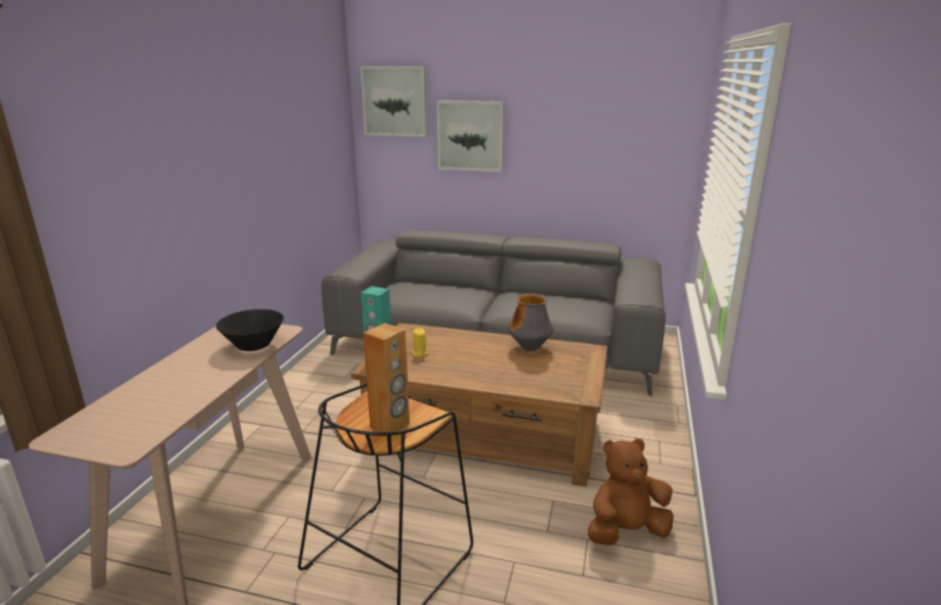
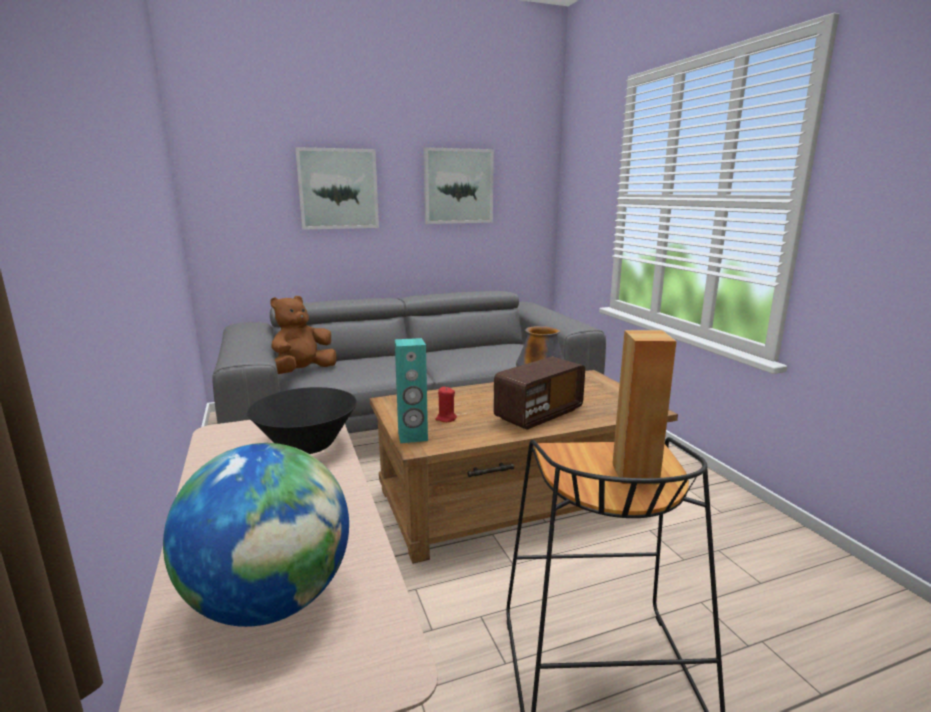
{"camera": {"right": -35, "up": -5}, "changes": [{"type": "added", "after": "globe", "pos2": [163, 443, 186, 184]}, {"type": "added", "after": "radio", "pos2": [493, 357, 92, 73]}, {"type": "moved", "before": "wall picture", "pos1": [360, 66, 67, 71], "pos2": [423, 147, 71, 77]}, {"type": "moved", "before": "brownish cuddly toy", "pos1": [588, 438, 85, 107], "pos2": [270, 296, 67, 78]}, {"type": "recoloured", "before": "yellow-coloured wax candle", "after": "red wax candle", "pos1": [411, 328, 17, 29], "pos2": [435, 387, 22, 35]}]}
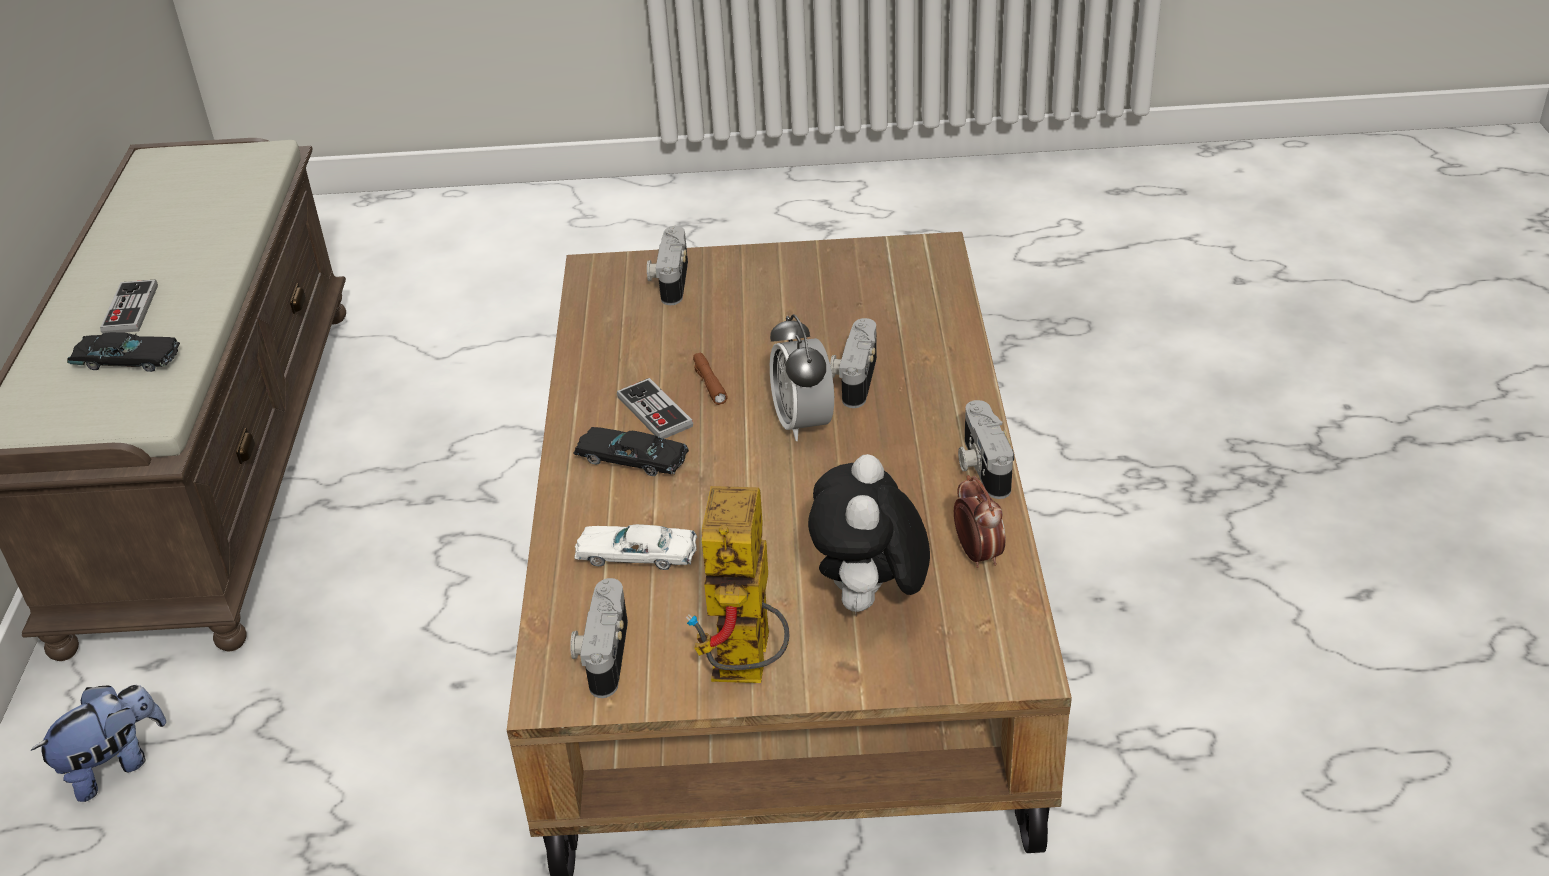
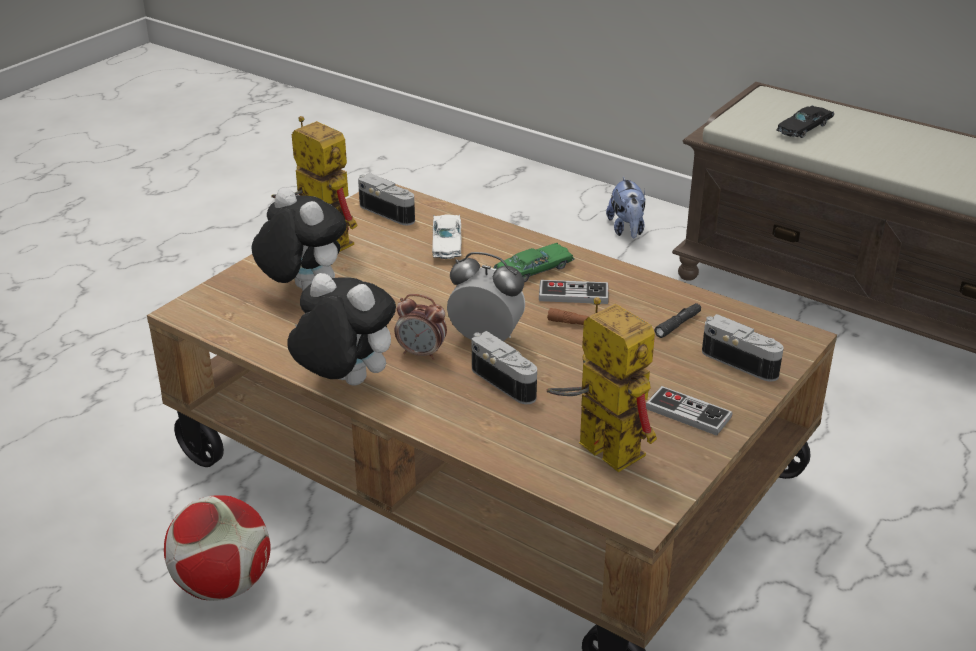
{"camera": {"right": 125, "up": -5}, "changes": [{"type": "added", "after": "football ball", "pos2": [164, 495, 107, 106]}, {"type": "added", "after": "toy robot", "pos2": [547, 297, 110, 175]}, {"type": "added", "after": "black flashlight", "pos2": [654, 303, 47, 35]}, {"type": "moved", "before": "game controller", "pos1": [100, 279, 58, 55], "pos2": [646, 386, 87, 50]}, {"type": "moved", "before": "table clock", "pos1": [954, 475, 52, 93], "pos2": [395, 294, 52, 66]}, {"type": "replaced", "before": "photo camera", "after": "cuddly toy", "pos1": [958, 400, 56, 99], "pos2": [287, 273, 109, 113]}, {"type": "recoloured", "before": "black model car", "after": "greenish model car", "pos1": [573, 427, 116, 49], "pos2": [493, 243, 82, 39]}, {"type": "turned", "before": "whitish model car", "pos1": [574, 524, 123, 46], "pos2": [432, 214, 30, 45], "turn": 135}]}
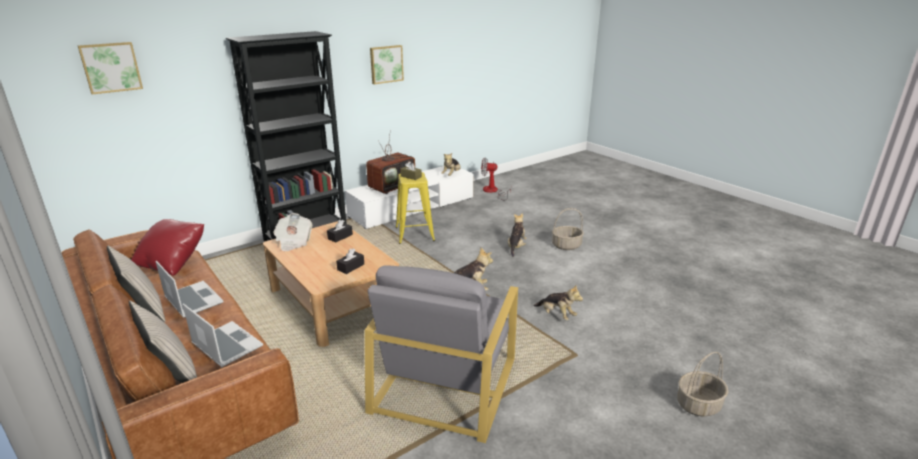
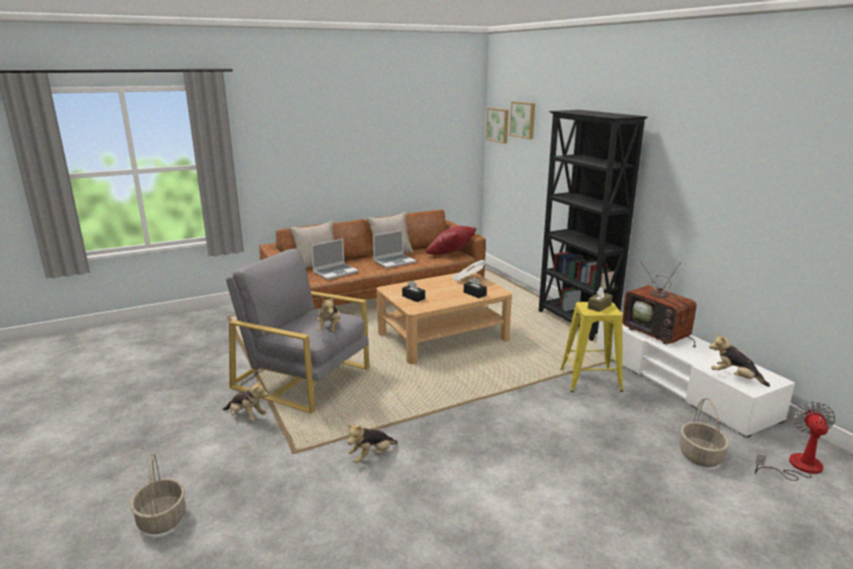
{"camera": {"right": 100, "up": -5}, "changes": [{"type": "moved", "before": "wall picture", "pos1": [370, 45, 34, 39], "pos2": [486, 108, 23, 35]}, {"type": "moved", "before": "cuddly toy", "pos1": [508, 213, 19, 44], "pos2": [222, 379, 46, 42]}, {"type": "moved", "before": "household basket", "pos1": [552, 208, 32, 42], "pos2": [680, 398, 49, 69]}]}
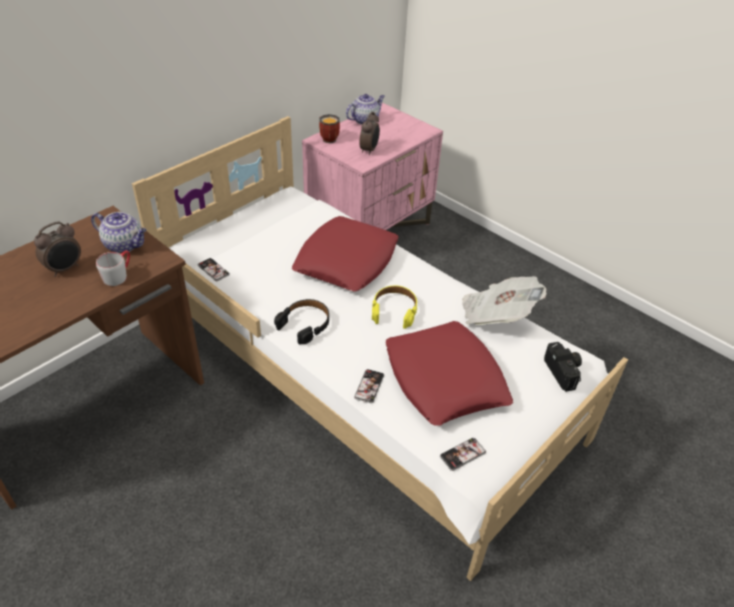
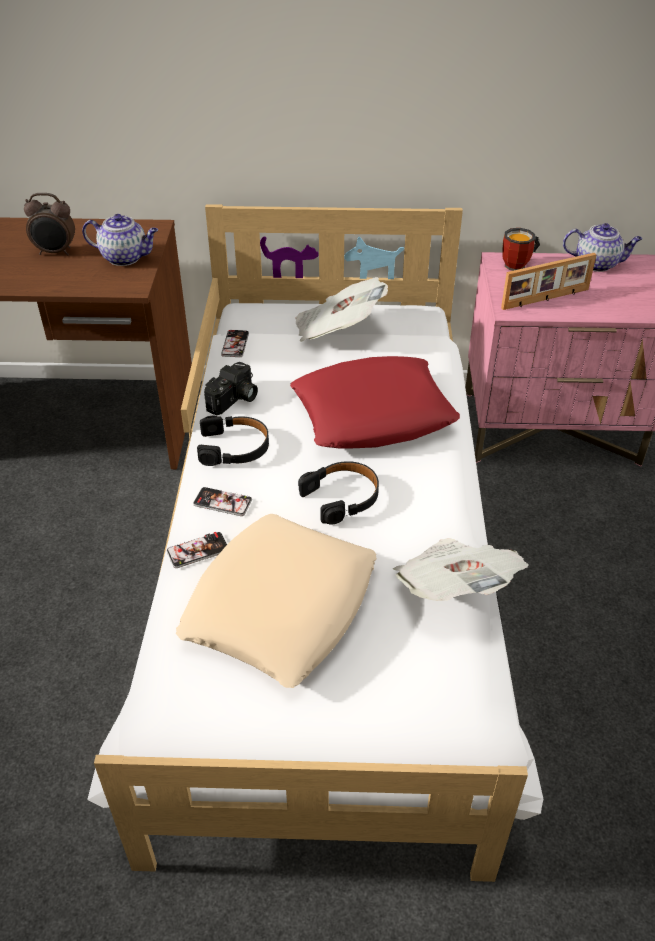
{"camera": {"right": 50, "up": 0}, "changes": [{"type": "removed", "before": "grey mug", "pos1": [96, 251, 34, 35]}, {"type": "added", "after": "daily paper", "pos2": [295, 277, 93, 65]}, {"type": "moved", "before": "phone", "pos1": [440, 438, 46, 33], "pos2": [193, 487, 59, 29]}, {"type": "moved", "before": "photo camera", "pos1": [544, 342, 38, 50], "pos2": [204, 362, 54, 54]}, {"type": "replaced", "before": "table clock", "after": "photo frame", "pos1": [359, 112, 21, 43], "pos2": [501, 253, 96, 57]}, {"type": "recoloured", "before": "yellow-coloured headset", "after": "black headset", "pos1": [372, 285, 46, 44], "pos2": [298, 461, 81, 64]}, {"type": "recoloured", "before": "red cushion", "after": "beige-coloured cushion", "pos1": [386, 321, 127, 105], "pos2": [176, 514, 201, 174]}, {"type": "turned", "before": "tea pot", "pos1": [91, 212, 56, 41], "pos2": [82, 214, 76, 52], "turn": -60}]}
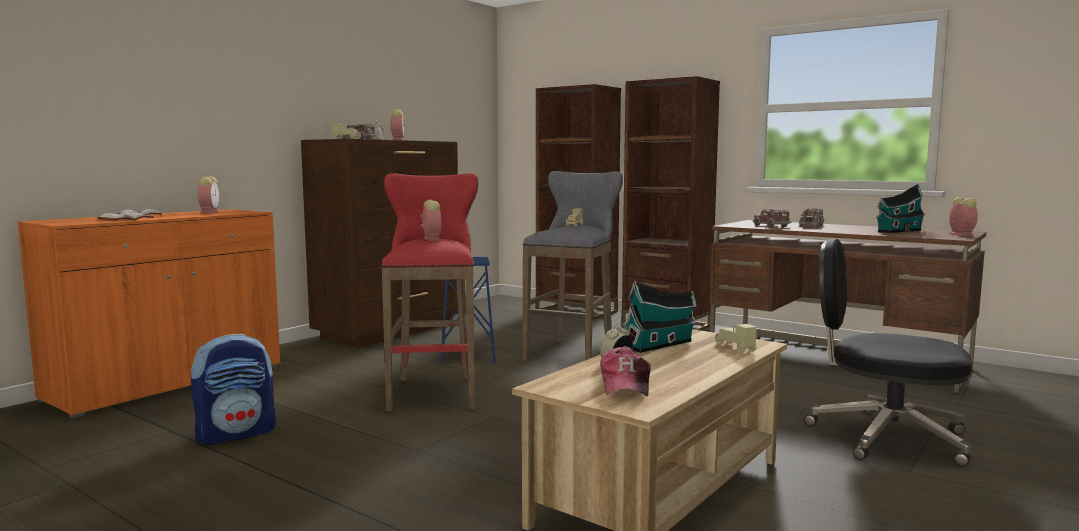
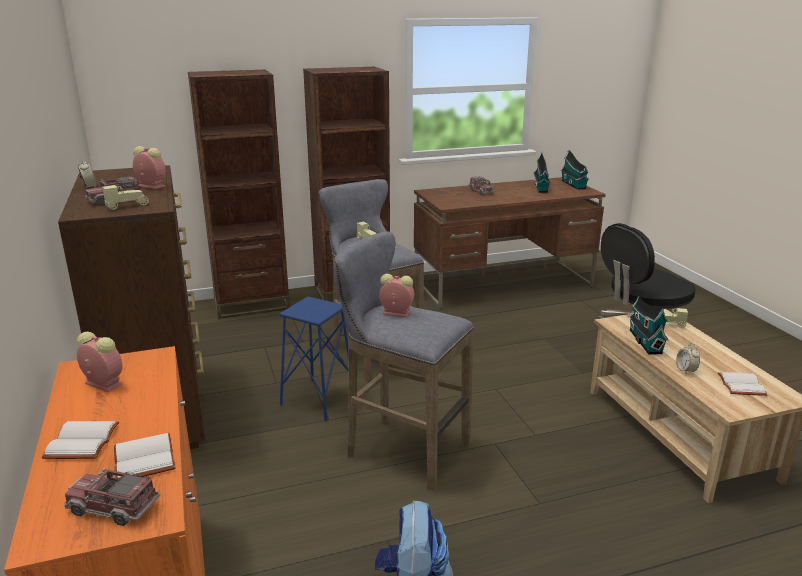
{"camera": {"right": -55, "up": 15}, "changes": [{"type": "moved", "before": "toy truck", "pos1": [753, 209, 38, 18], "pos2": [64, 468, 96, 58]}, {"type": "replaced", "before": "peaked cap", "after": "whitish bound book", "pos1": [600, 346, 51, 50], "pos2": [718, 372, 49, 24]}, {"type": "replaced", "before": "table clock", "after": "model house", "pos1": [949, 197, 29, 39], "pos2": [561, 149, 28, 41]}, {"type": "recoloured", "before": "red stool", "after": "grey stool", "pos1": [381, 173, 97, 239], "pos2": [333, 231, 141, 260]}]}
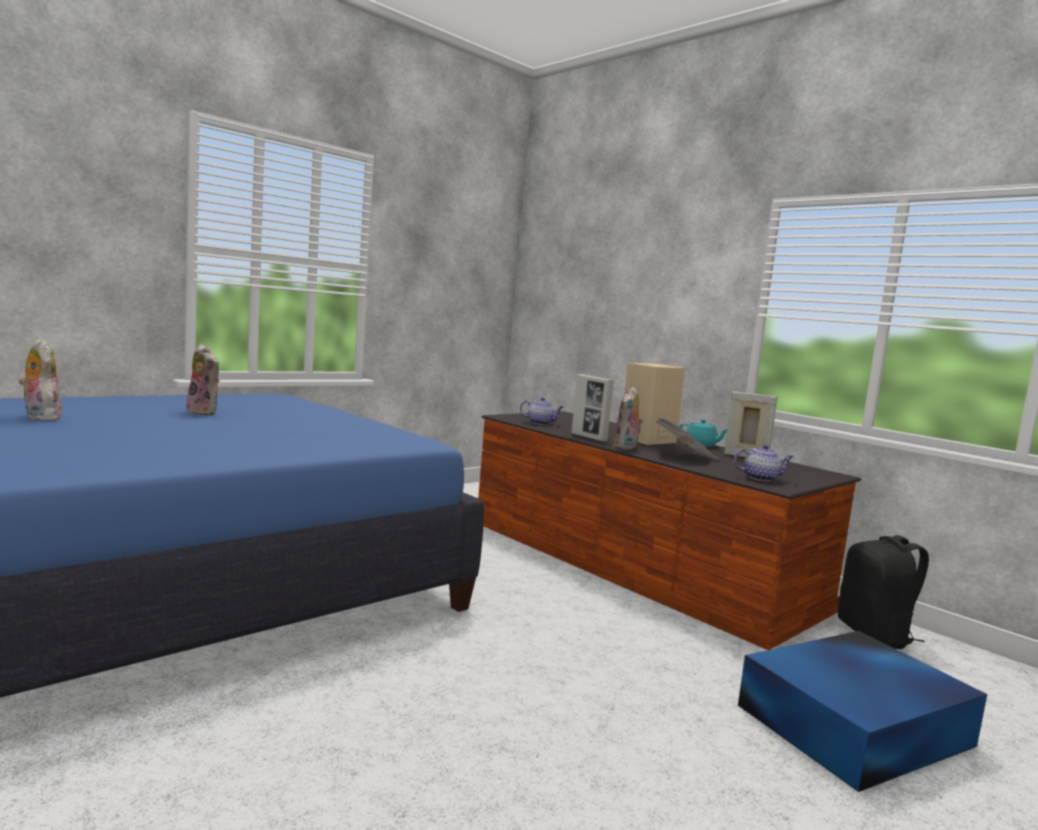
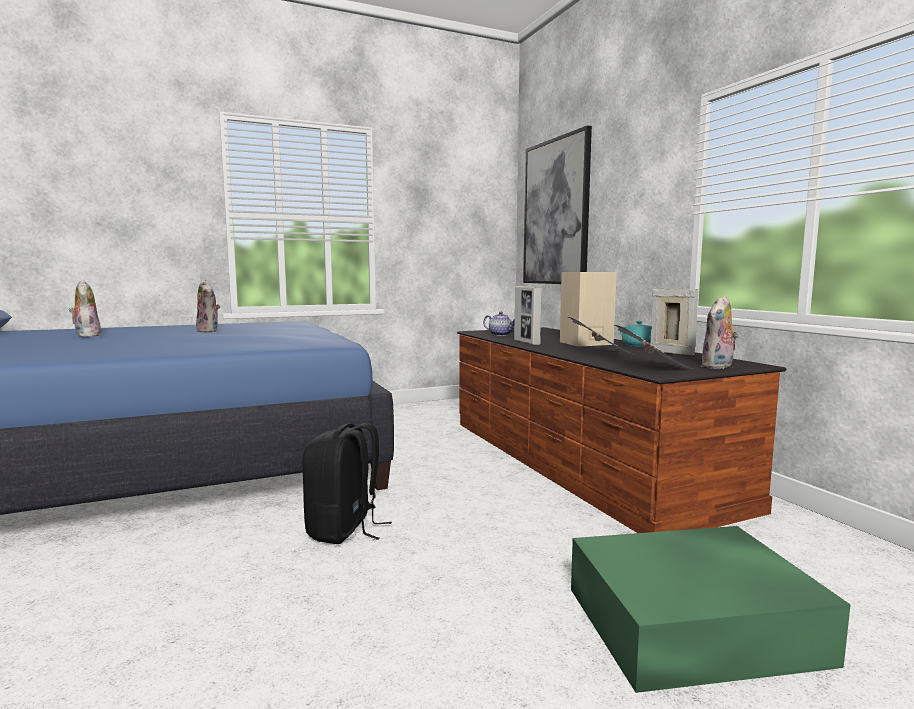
{"camera": {"right": 20, "up": 0}, "changes": [{"type": "added", "after": "wall picture", "pos2": [523, 125, 69, 159]}, {"type": "moved", "before": "cuddly toy", "pos1": [613, 387, 30, 63], "pos2": [701, 296, 37, 73]}, {"type": "moved", "before": "black knapsack", "pos1": [838, 535, 91, 114], "pos2": [302, 423, 90, 121]}, {"type": "replaced", "before": "tea pot", "after": "daily paper", "pos1": [734, 444, 60, 37], "pos2": [613, 325, 81, 44]}, {"type": "recoloured", "before": "blue-coloured storage bin", "after": "greenish storage bin", "pos1": [738, 631, 249, 161], "pos2": [571, 526, 280, 167]}]}
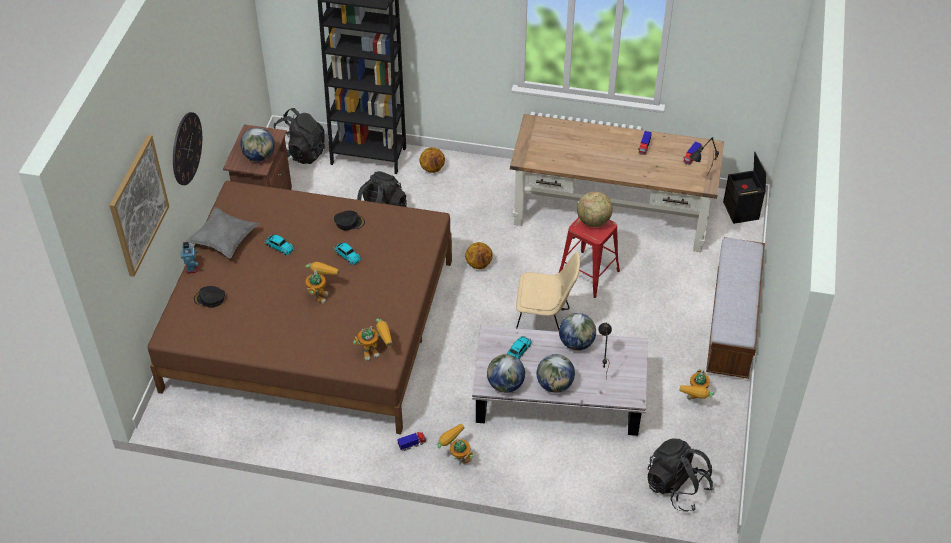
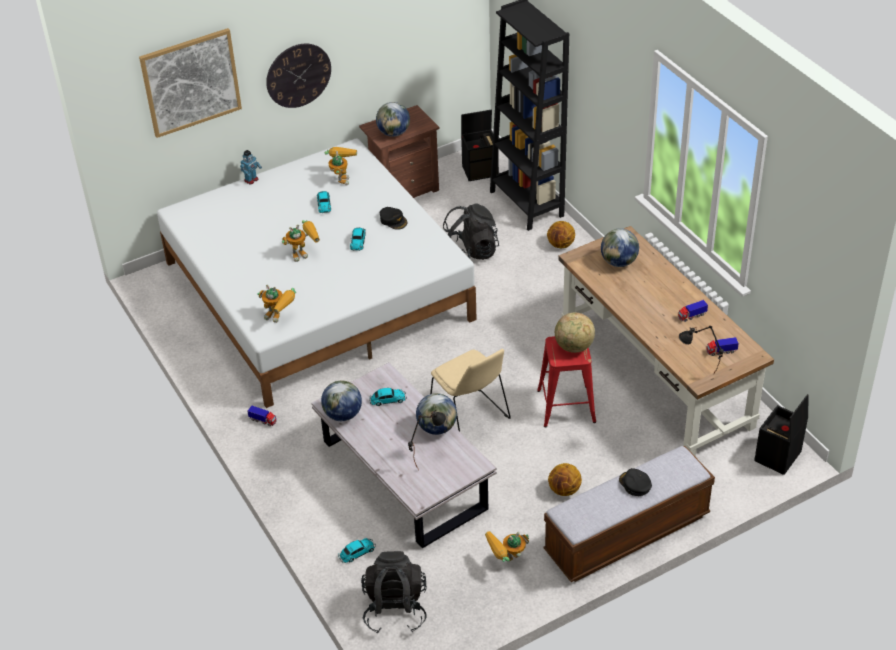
{"camera": {"right": 50, "up": -5}, "changes": [{"type": "removed", "before": "grey cushion", "pos1": [186, 207, 73, 51]}, {"type": "added", "after": "model car", "pos2": [338, 538, 38, 25]}, {"type": "moved", "before": "black peaked cap", "pos1": [194, 286, 31, 22], "pos2": [619, 468, 33, 28]}, {"type": "moved", "before": "toy robot", "pos1": [437, 424, 36, 40], "pos2": [325, 147, 32, 39]}, {"type": "moved", "before": "basketball ball", "pos1": [465, 242, 28, 27], "pos2": [548, 463, 34, 33]}, {"type": "moved", "before": "globe", "pos1": [537, 354, 38, 39], "pos2": [601, 229, 38, 38]}, {"type": "replaced", "before": "black knapsack", "after": "black storage bin", "pos1": [274, 108, 51, 56], "pos2": [461, 109, 38, 72]}, {"type": "recoloured", "before": "brownish sleeping bed", "after": "whitish sleeping bed", "pos1": [147, 181, 305, 253], "pos2": [157, 138, 320, 270]}]}
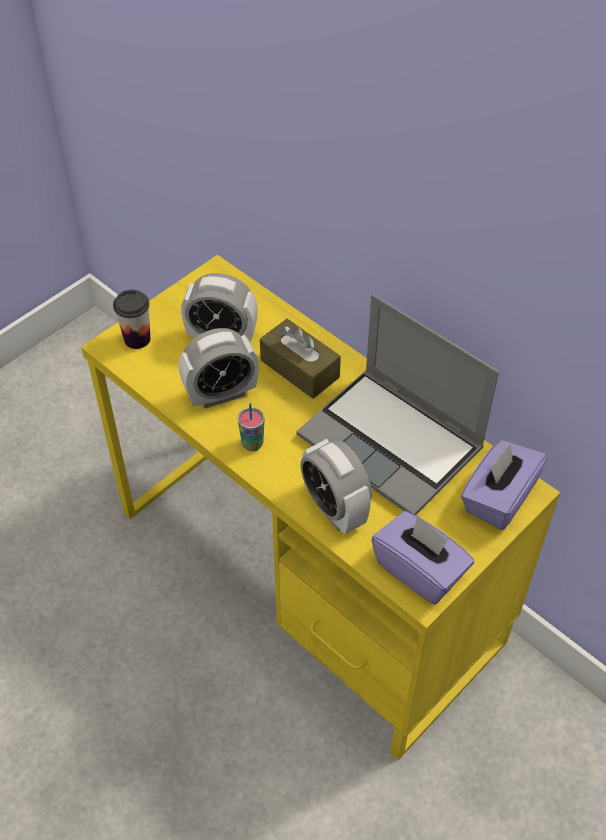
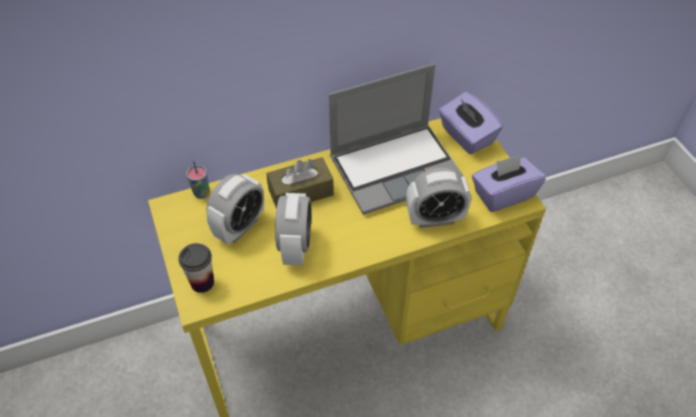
{"camera": {"right": -65, "up": 0}, "changes": [{"type": "moved", "before": "drinking cup", "pos1": [238, 403, 27, 48], "pos2": [186, 161, 24, 38]}]}
